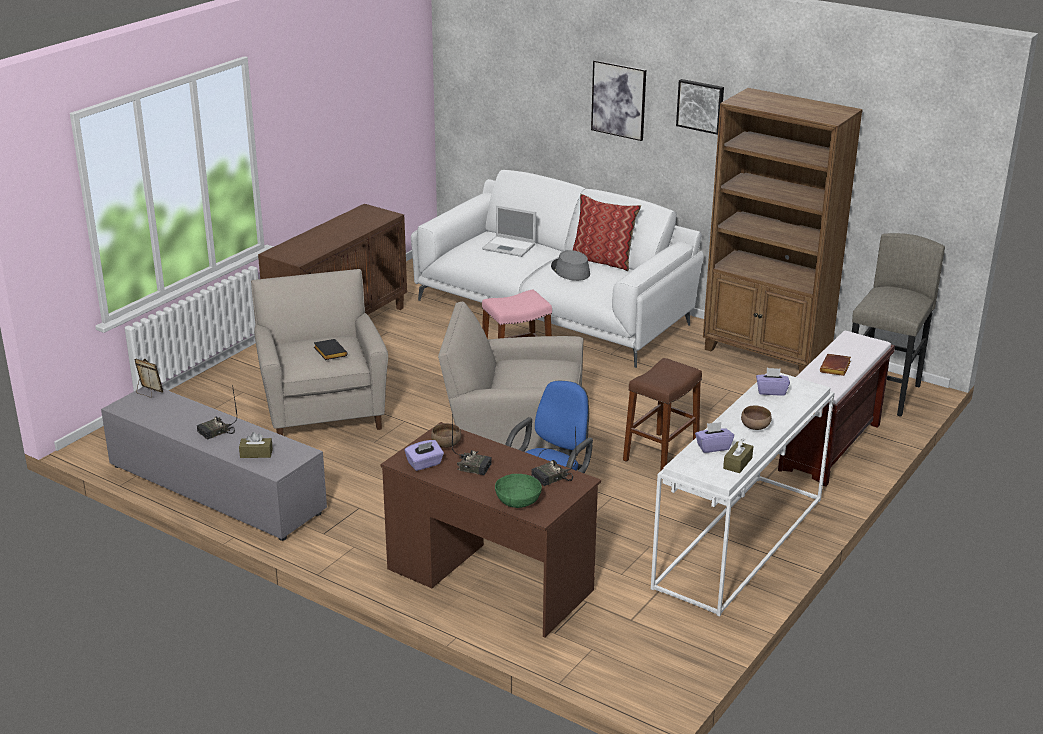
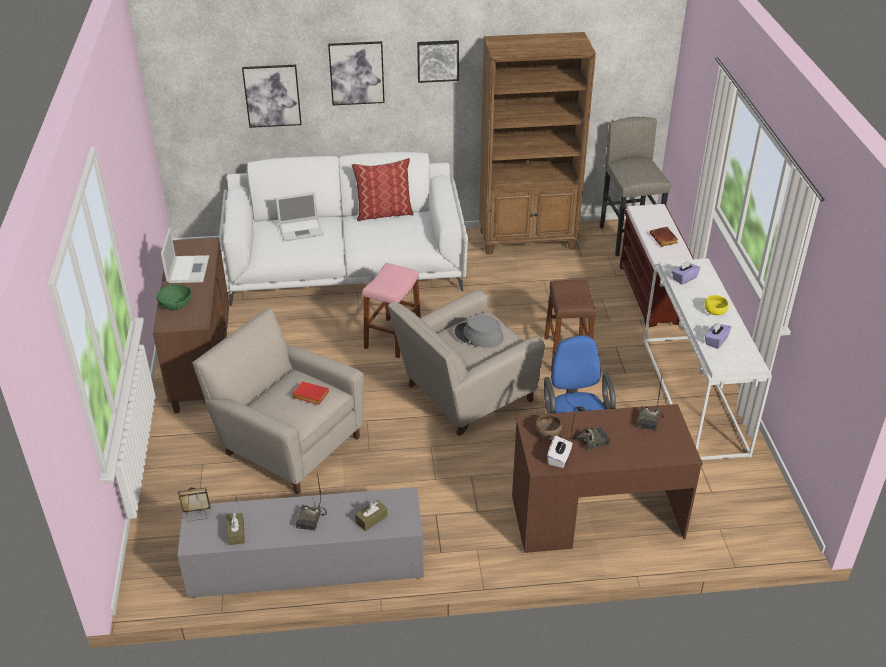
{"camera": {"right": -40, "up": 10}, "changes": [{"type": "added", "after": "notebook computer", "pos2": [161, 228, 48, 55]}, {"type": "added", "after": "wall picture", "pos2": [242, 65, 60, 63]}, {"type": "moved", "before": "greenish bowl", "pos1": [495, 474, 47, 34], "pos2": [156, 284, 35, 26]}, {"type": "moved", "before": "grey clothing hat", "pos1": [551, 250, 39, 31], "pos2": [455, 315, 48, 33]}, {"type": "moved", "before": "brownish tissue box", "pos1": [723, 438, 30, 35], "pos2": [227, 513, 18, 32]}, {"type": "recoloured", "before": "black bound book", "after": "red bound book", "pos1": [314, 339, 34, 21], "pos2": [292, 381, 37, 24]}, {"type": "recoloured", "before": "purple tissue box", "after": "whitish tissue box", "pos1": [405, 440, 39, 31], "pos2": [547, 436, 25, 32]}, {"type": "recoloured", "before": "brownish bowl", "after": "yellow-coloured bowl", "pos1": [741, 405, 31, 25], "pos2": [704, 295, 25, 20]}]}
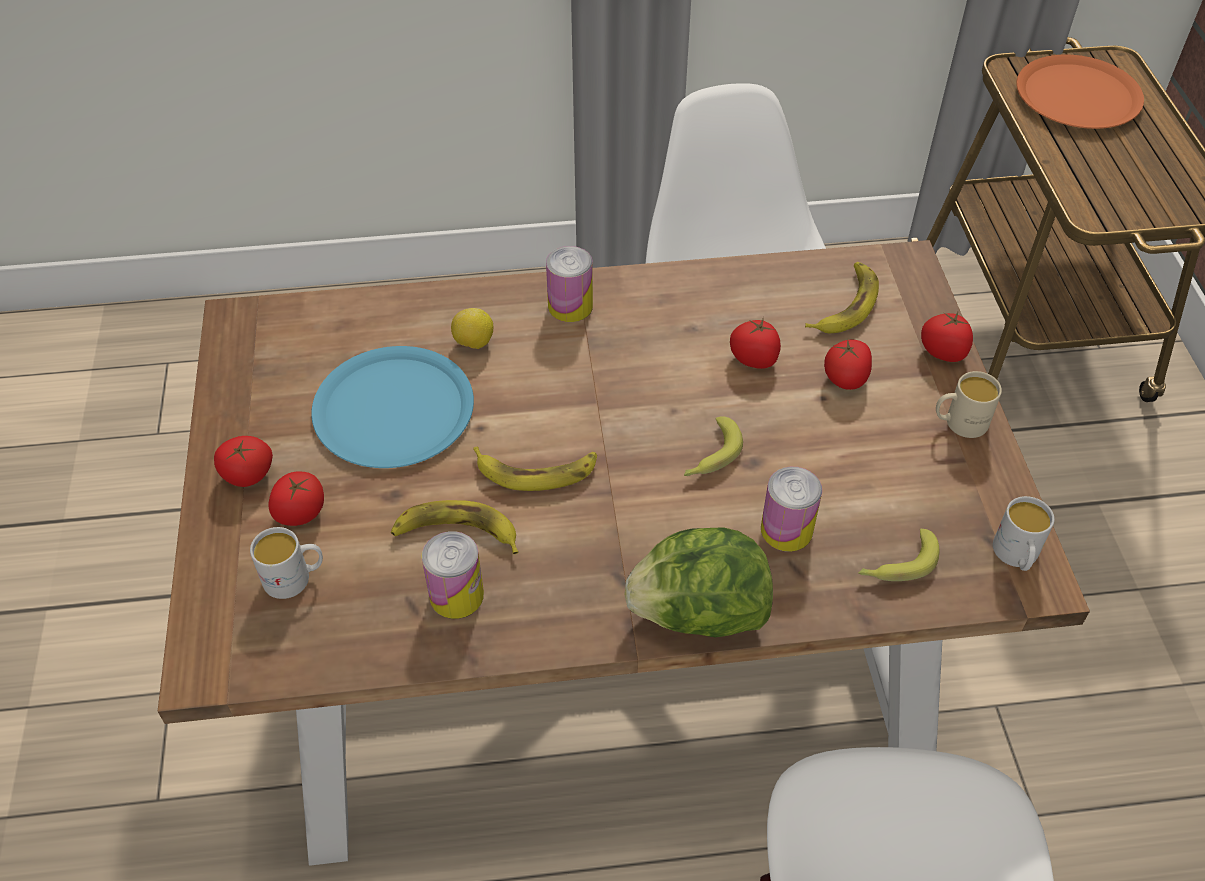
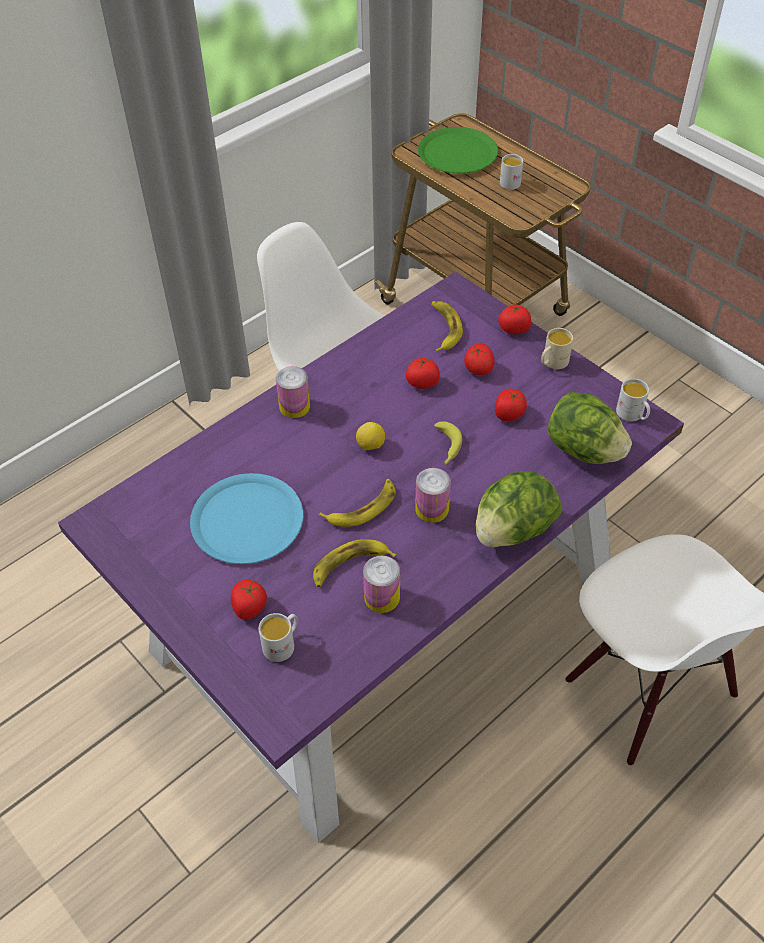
{"camera": {"right": -35, "up": 0}, "changes": [{"type": "added", "after": "whitish mug", "pos2": [500, 154, 23, 36]}, {"type": "moved", "before": "tomato", "pos1": [214, 436, 59, 51], "pos2": [495, 389, 32, 32]}, {"type": "moved", "before": "lemon", "pos1": [451, 308, 42, 41], "pos2": [356, 422, 29, 28]}, {"type": "moved", "before": "can", "pos1": [761, 467, 61, 85], "pos2": [415, 468, 36, 55]}, {"type": "replaced", "before": "banana fruit", "after": "lettuce", "pos1": [858, 528, 81, 53], "pos2": [548, 392, 84, 72]}, {"type": "recoloured", "before": "brownish dinner table", "after": "purple dinner table", "pos1": [158, 240, 932, 626], "pos2": [58, 272, 626, 571]}, {"type": "recoloured", "before": "orange flat dish", "after": "greenish flat dish", "pos1": [1016, 55, 128, 74], "pos2": [418, 127, 80, 46]}]}
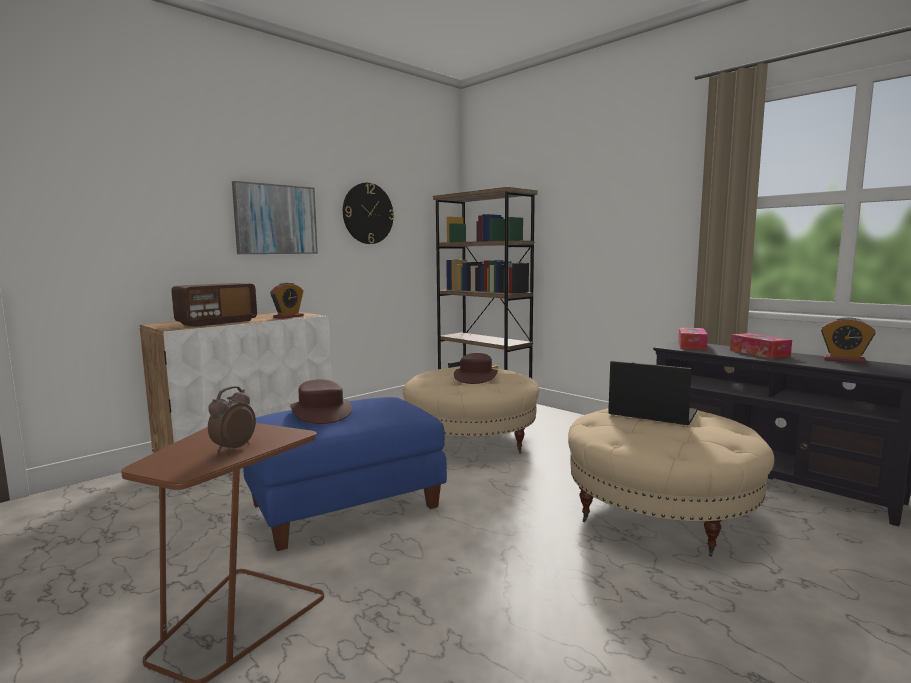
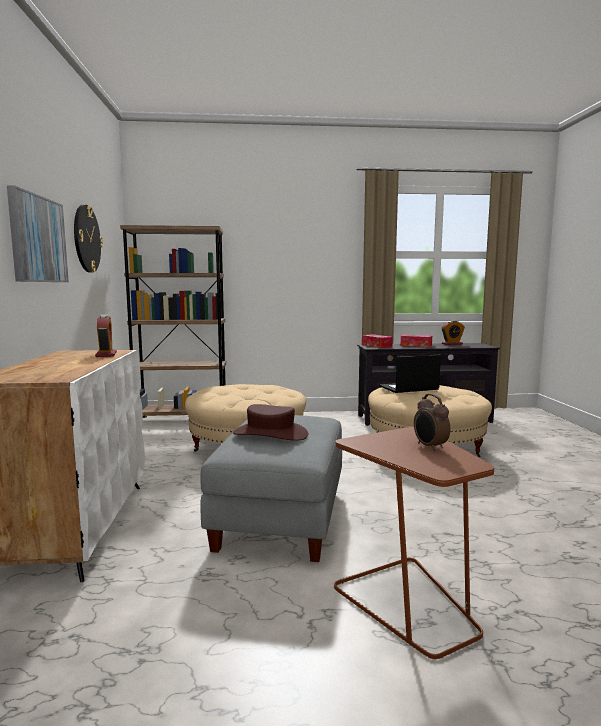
{"camera": {"right": -50, "up": 0}, "changes": [{"type": "removed", "before": "radio", "pos1": [171, 283, 86, 44]}, {"type": "removed", "before": "brownish clothing hat", "pos1": [454, 353, 44, 31]}, {"type": "recoloured", "before": "blue-coloured footrest", "after": "grey footrest", "pos1": [243, 397, 204, 154], "pos2": [200, 415, 142, 147]}]}
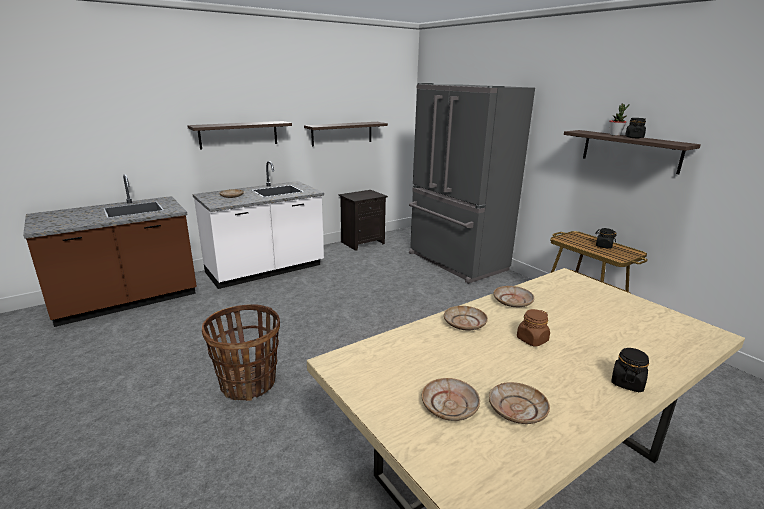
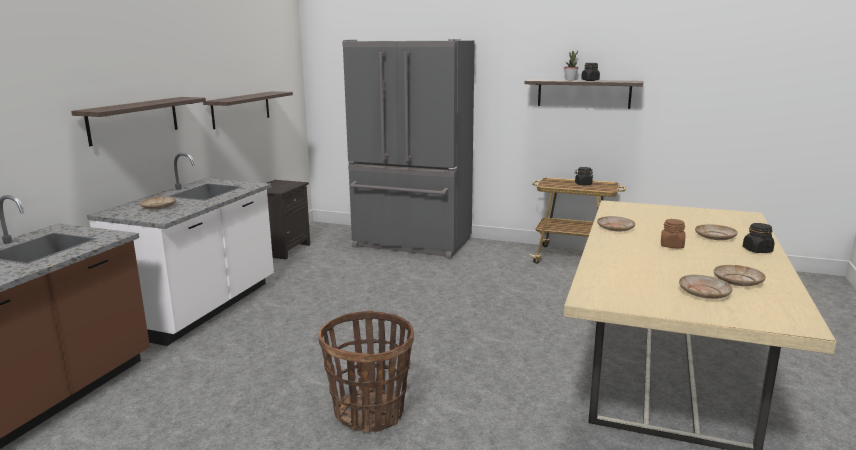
{"camera": {"right": -35, "up": -5}, "changes": [{"type": "moved", "before": "beige-coloured flat dish", "pos1": [444, 306, 44, 24], "pos2": [695, 224, 43, 16]}]}
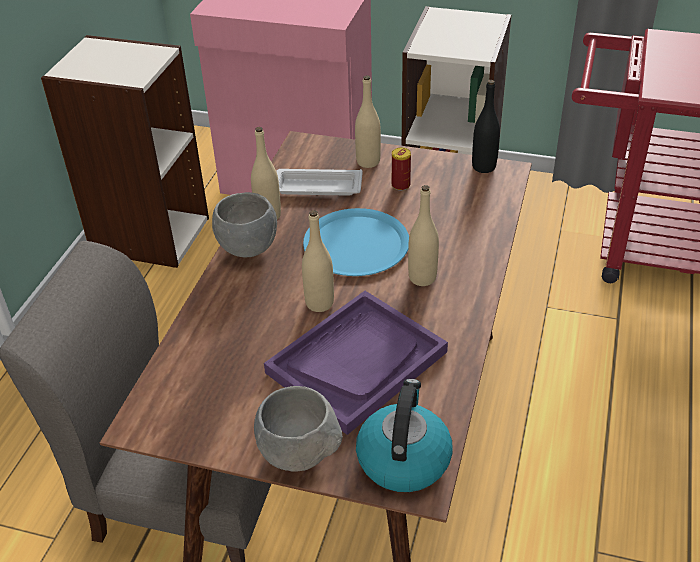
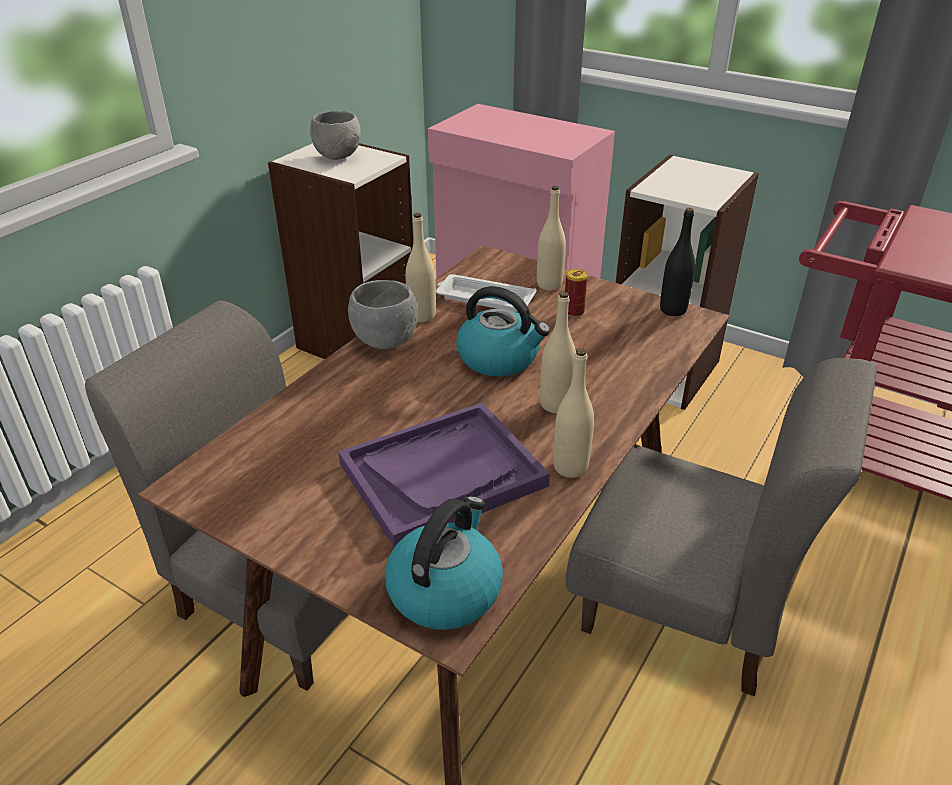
{"camera": {"right": 15, "up": -5}, "changes": [{"type": "added", "after": "grey chair", "pos2": [566, 358, 312, 338]}, {"type": "moved", "before": "grey bowl", "pos1": [254, 386, 89, 86], "pos2": [310, 111, 51, 49]}, {"type": "moved", "before": "beige-coloured bottle", "pos1": [302, 210, 32, 102], "pos2": [553, 348, 41, 130]}, {"type": "replaced", "before": "blue-coloured flat dish", "after": "water kettle", "pos1": [303, 208, 106, 68], "pos2": [456, 286, 94, 90]}]}
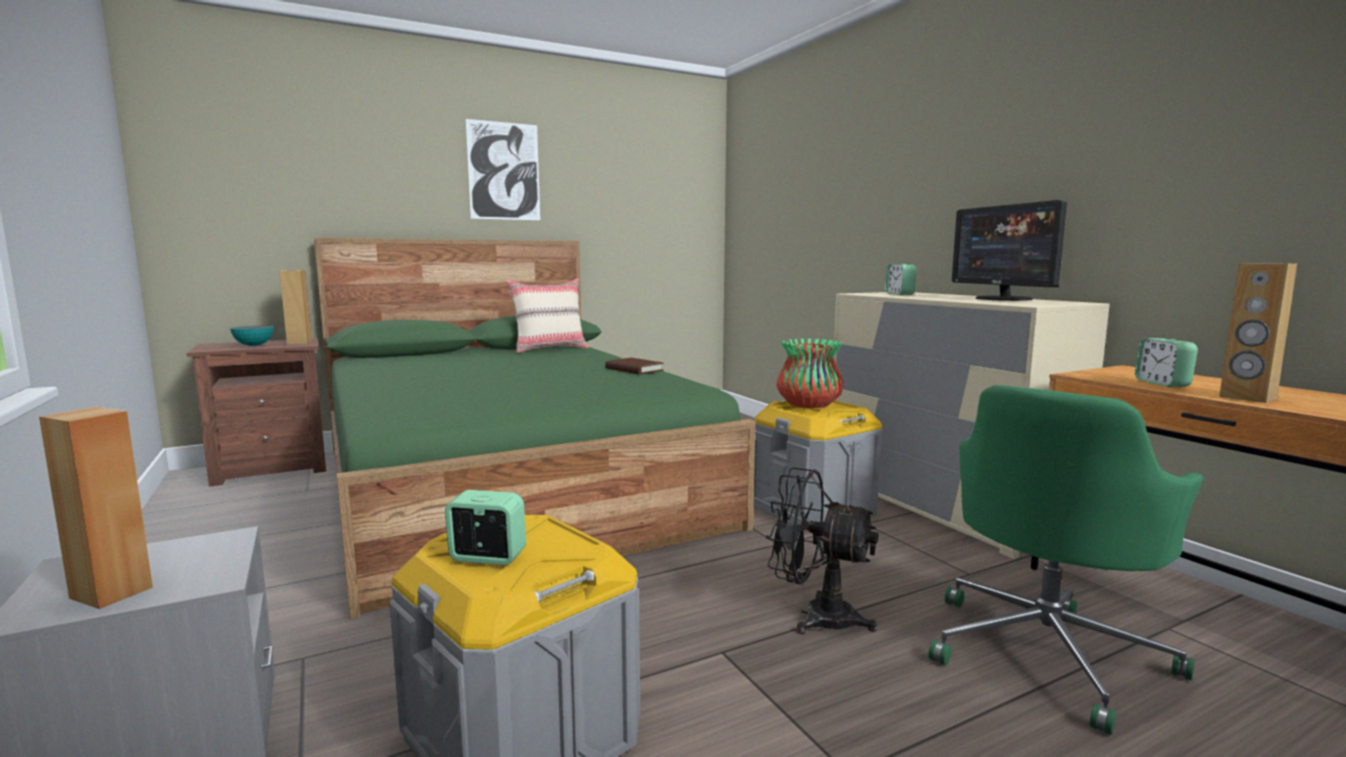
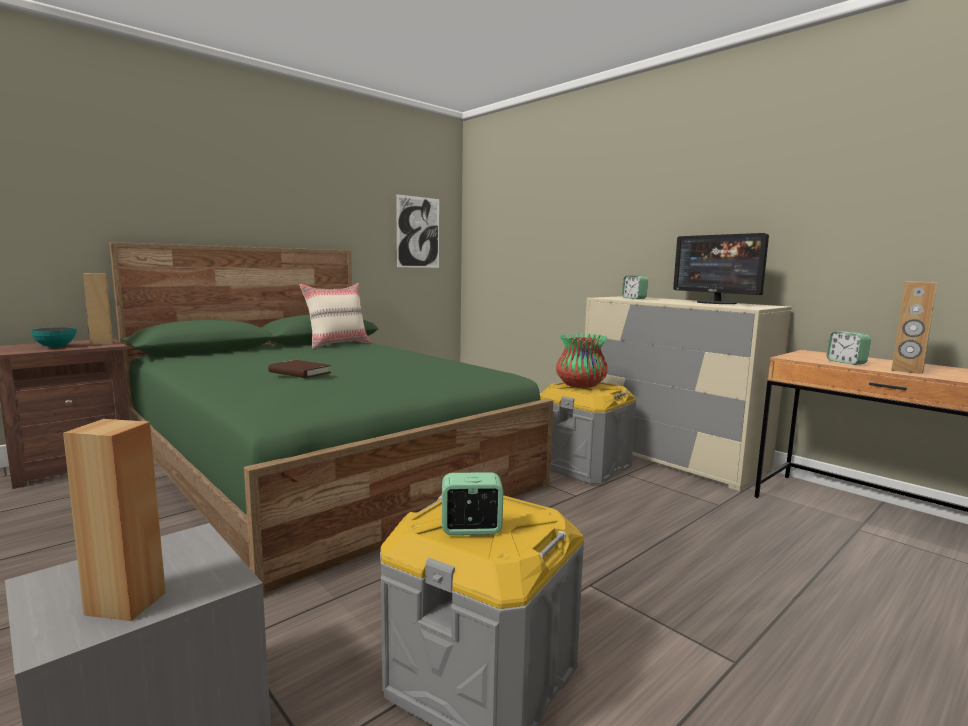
{"camera": {"right": -15, "up": 0}, "changes": [{"type": "removed", "before": "black electric fan", "pos1": [766, 467, 112, 167]}, {"type": "removed", "before": "greenish computer chair", "pos1": [929, 385, 275, 350]}, {"type": "moved", "before": "wall picture", "pos1": [466, 119, 74, 101], "pos2": [396, 194, 43, 74]}, {"type": "moved", "before": "brownish bound book", "pos1": [605, 358, 59, 16], "pos2": [268, 360, 63, 18]}]}
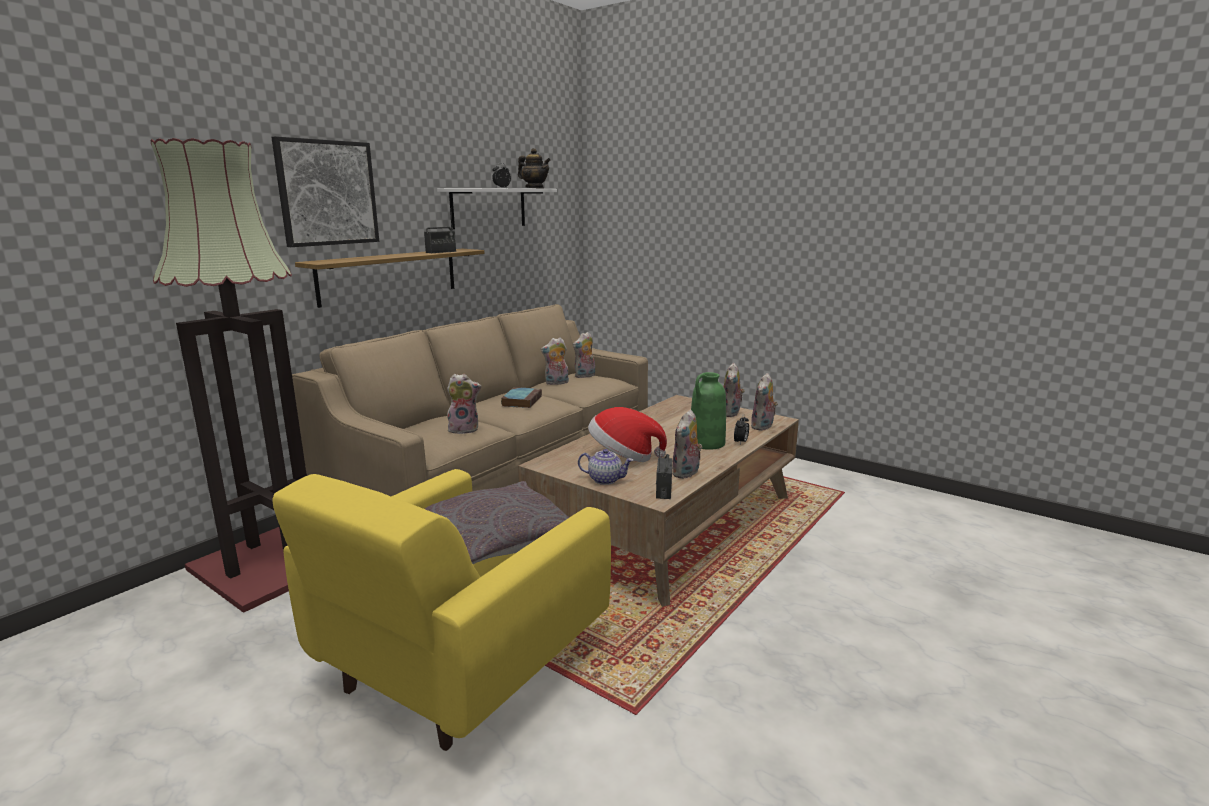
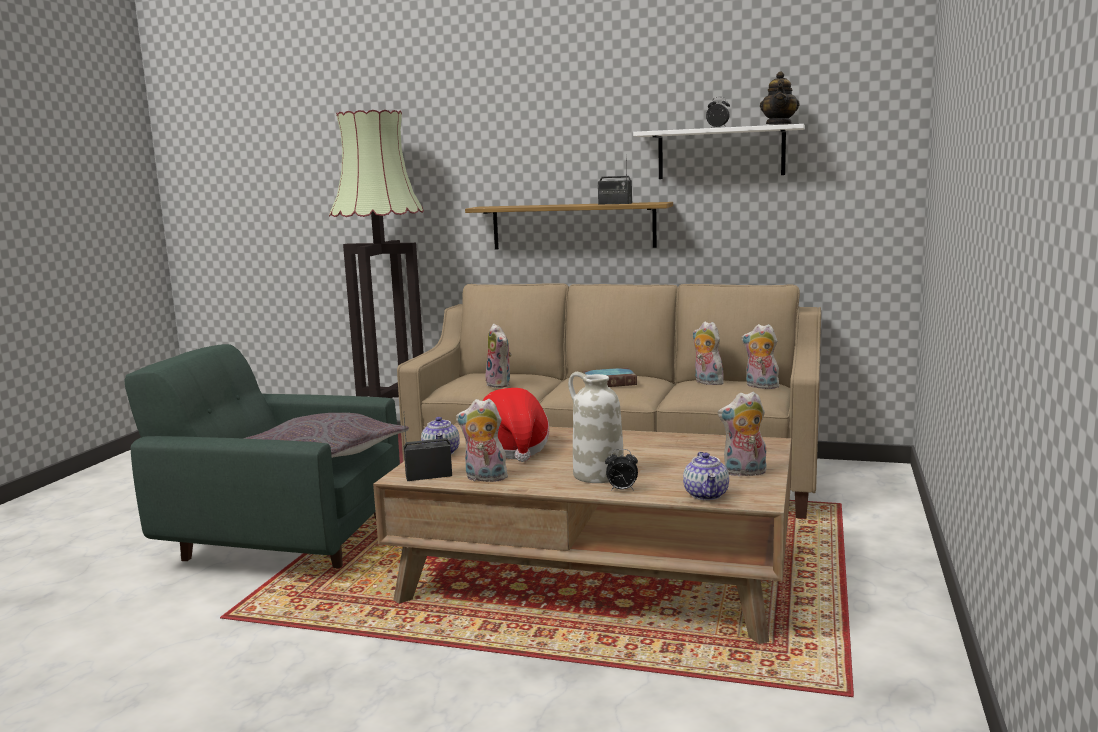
{"camera": {"right": 70, "up": -5}, "changes": [{"type": "removed", "before": "wall picture", "pos1": [271, 136, 108, 111]}, {"type": "replaced", "before": "cuddly toy", "after": "tea pot", "pos1": [751, 373, 27, 58], "pos2": [683, 452, 46, 48]}, {"type": "recoloured", "before": "yellow-coloured easy chair", "after": "greenish easy chair", "pos1": [272, 469, 339, 282], "pos2": [125, 344, 275, 224]}, {"type": "recoloured", "before": "greenish flower vase", "after": "whitish flower vase", "pos1": [691, 372, 35, 78], "pos2": [568, 372, 56, 111]}]}
